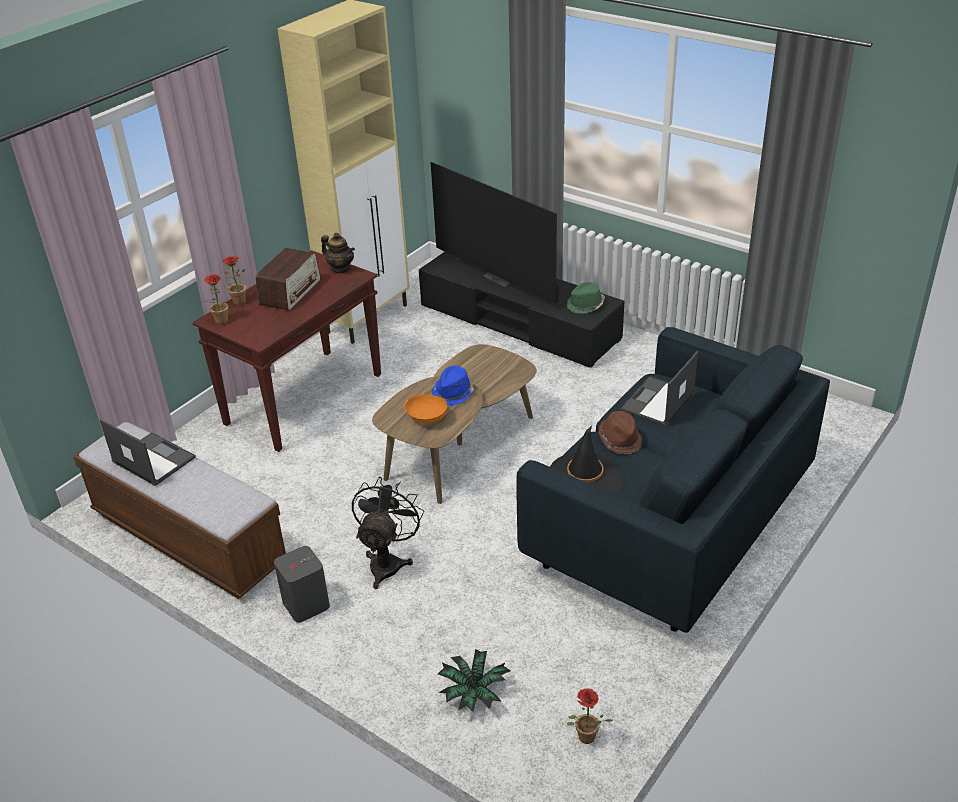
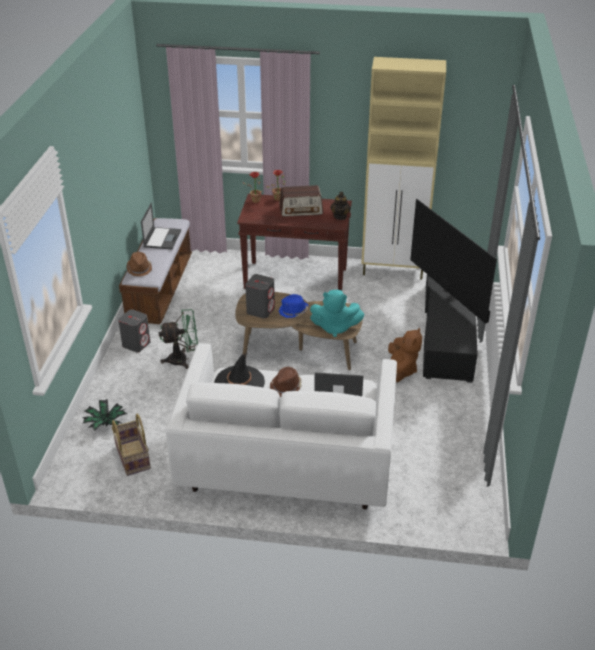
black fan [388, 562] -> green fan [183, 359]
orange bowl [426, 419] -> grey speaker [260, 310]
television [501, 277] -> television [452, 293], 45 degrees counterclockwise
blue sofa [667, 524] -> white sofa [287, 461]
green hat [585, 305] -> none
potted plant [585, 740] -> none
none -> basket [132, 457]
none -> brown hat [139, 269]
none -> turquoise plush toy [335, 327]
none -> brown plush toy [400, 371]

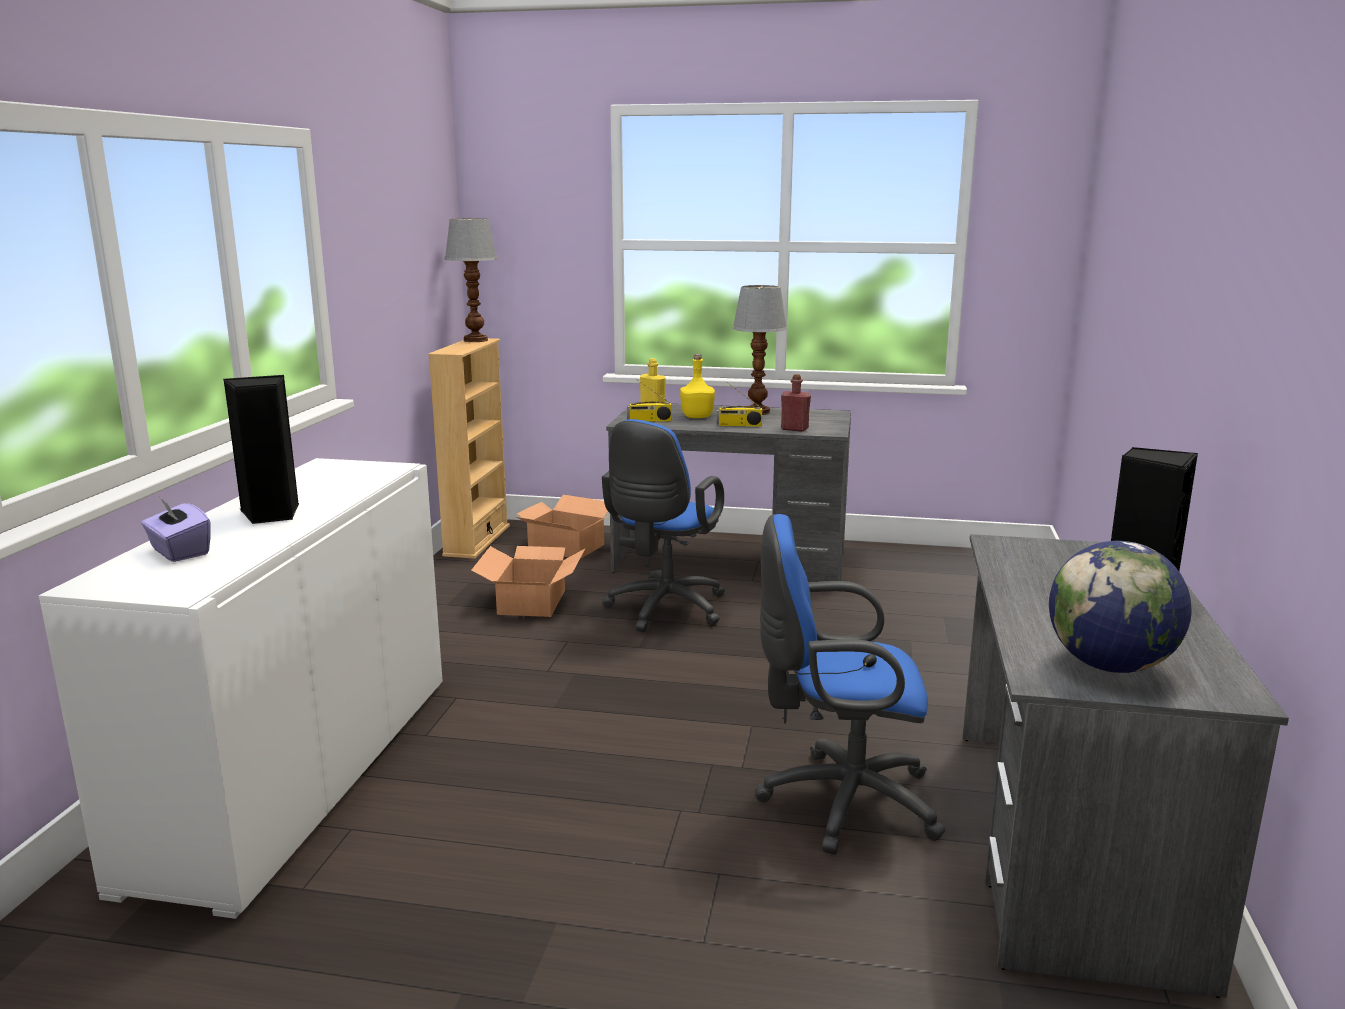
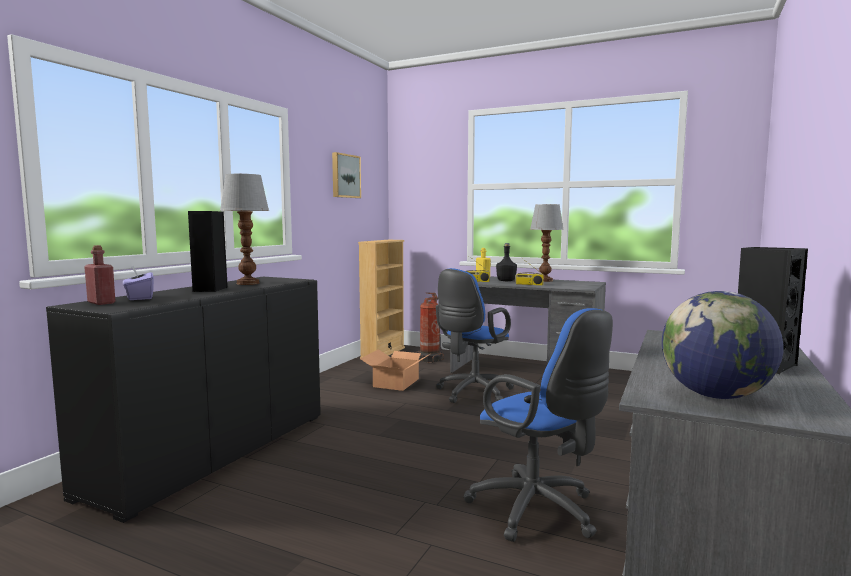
white cabinet [300, 775] -> black cabinet [214, 452]
table lamp [476, 340] -> table lamp [248, 283], move
cardboard box [566, 548] -> fire extinguisher [431, 359]
yellow bottle [697, 417] -> black bottle [506, 281]
blue office chair [840, 802] -> blue office chair [539, 512], 150 degrees counterclockwise
red bottle [794, 429] -> red bottle [101, 303], move
none -> picture [345, 176]

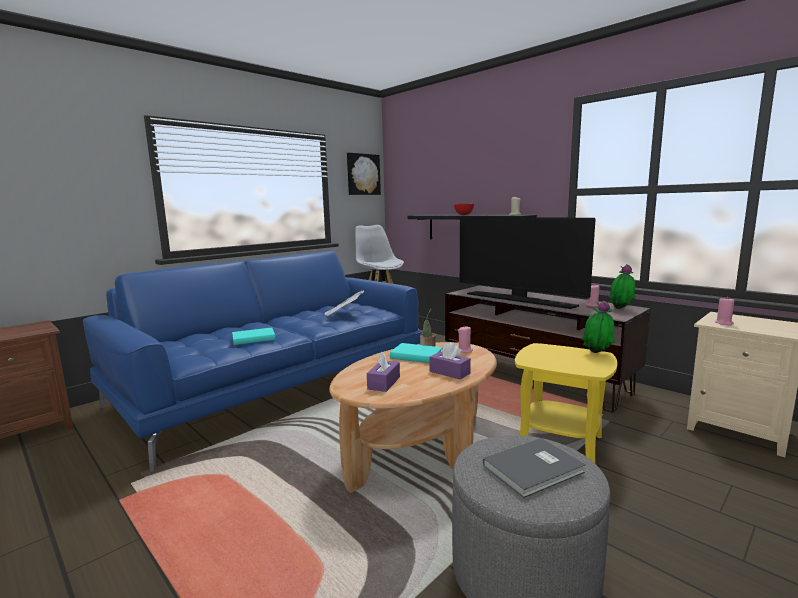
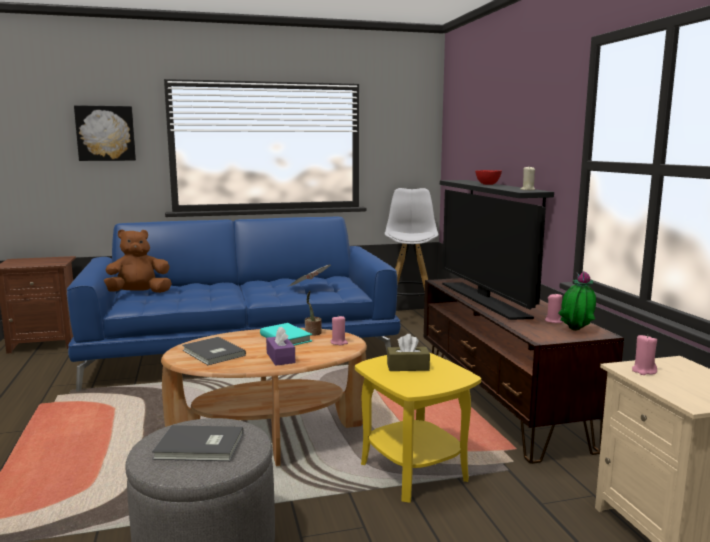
turquoise book [254, 339] -> none
picture [362, 174] -> picture [106, 133], move
purple tissue box [384, 383] -> grey book [212, 353]
potted plant [597, 354] -> none
none -> brown plush toy [138, 294]
none -> brown tissue box [408, 367]

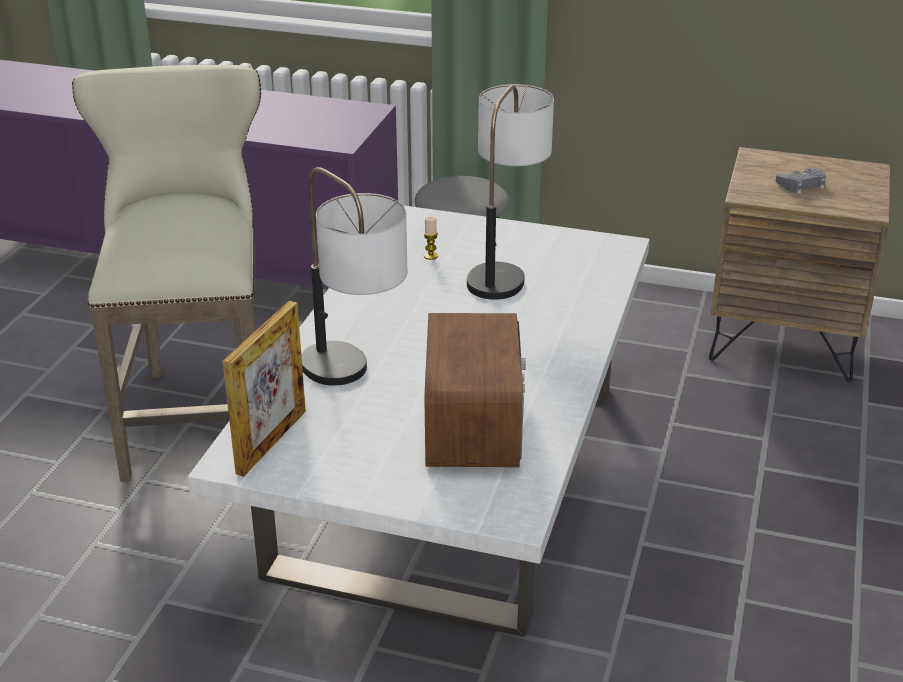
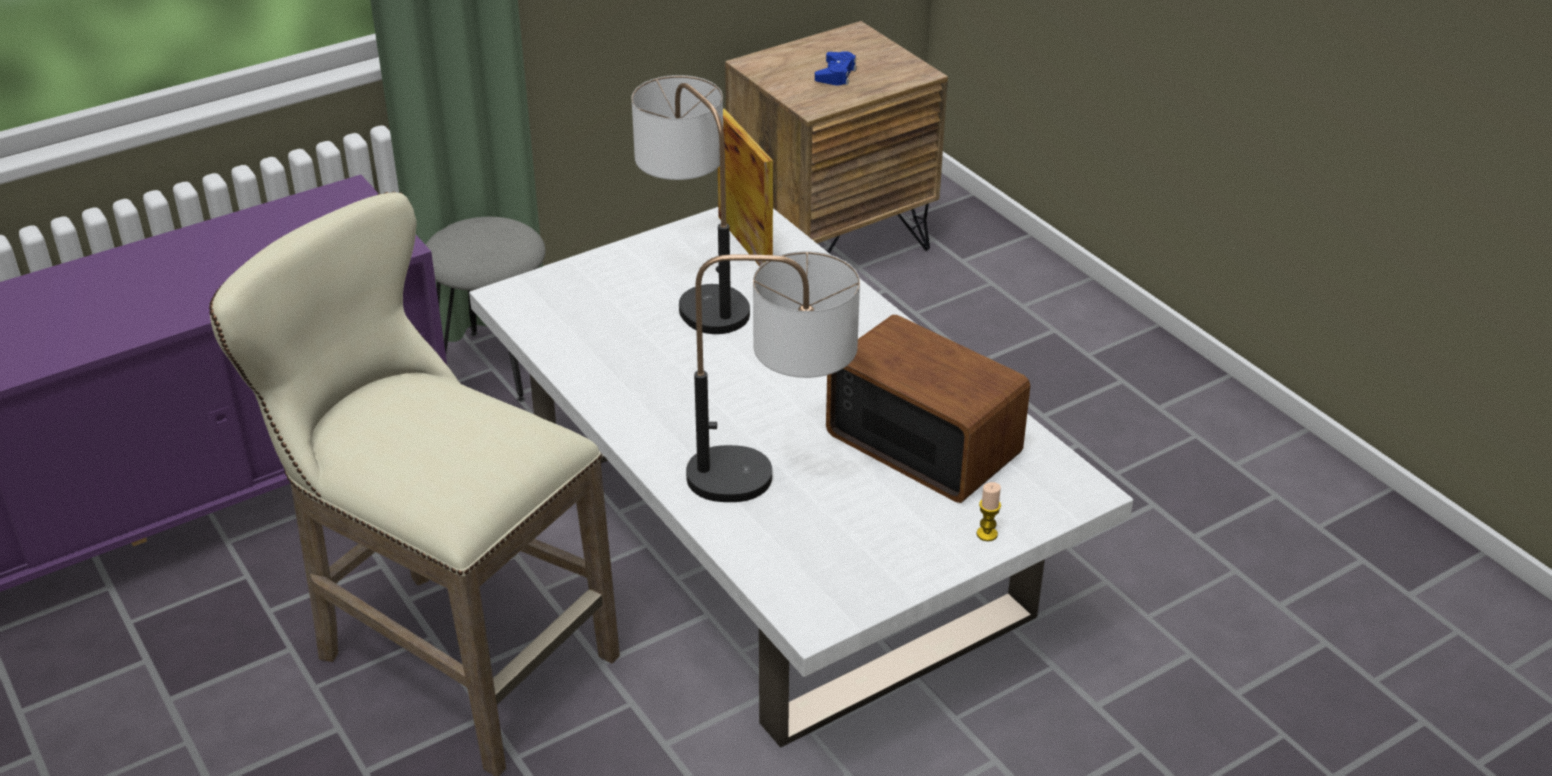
picture frame [271, 441] -> picture frame [745, 243], move
candle [431, 256] -> candle [987, 534], move
grey game controller [801, 185] -> blue game controller [836, 74]

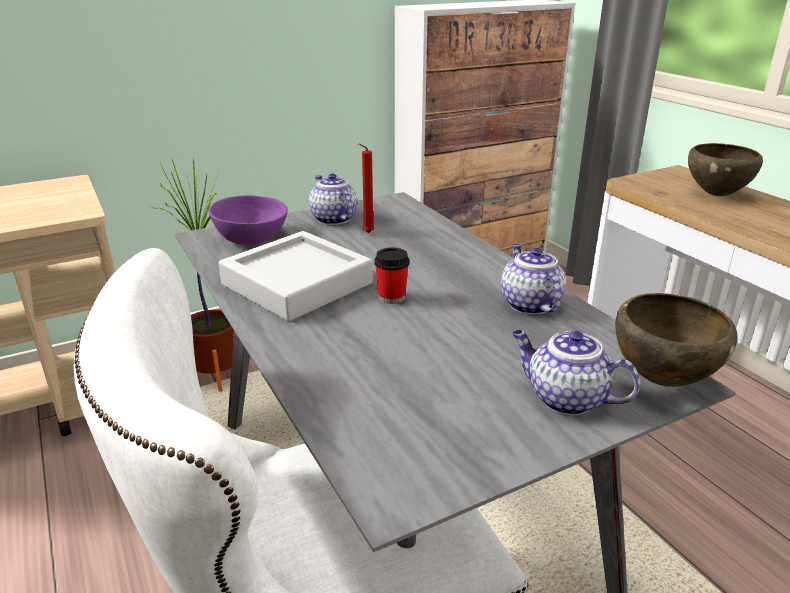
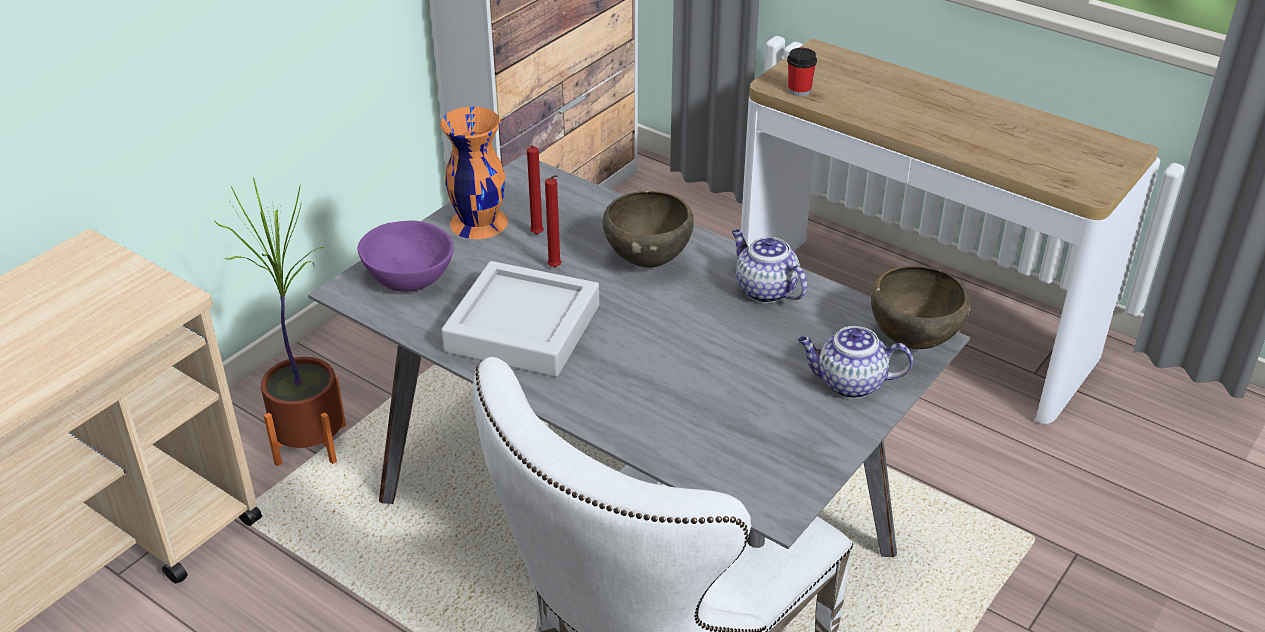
teapot [332, 219] -> orange vase [477, 222]
cup [392, 297] -> cup [799, 90], move
brown bowl [716, 195] -> brown bowl [648, 261], move
none -> red candle [556, 268]

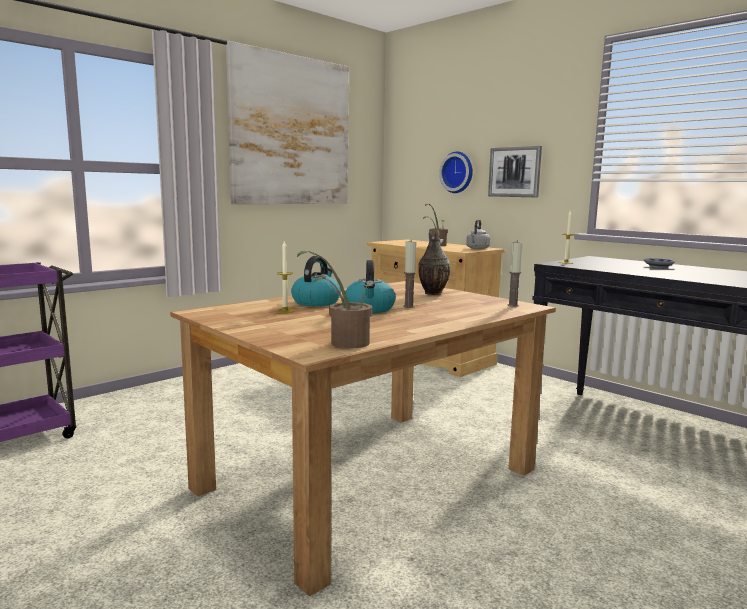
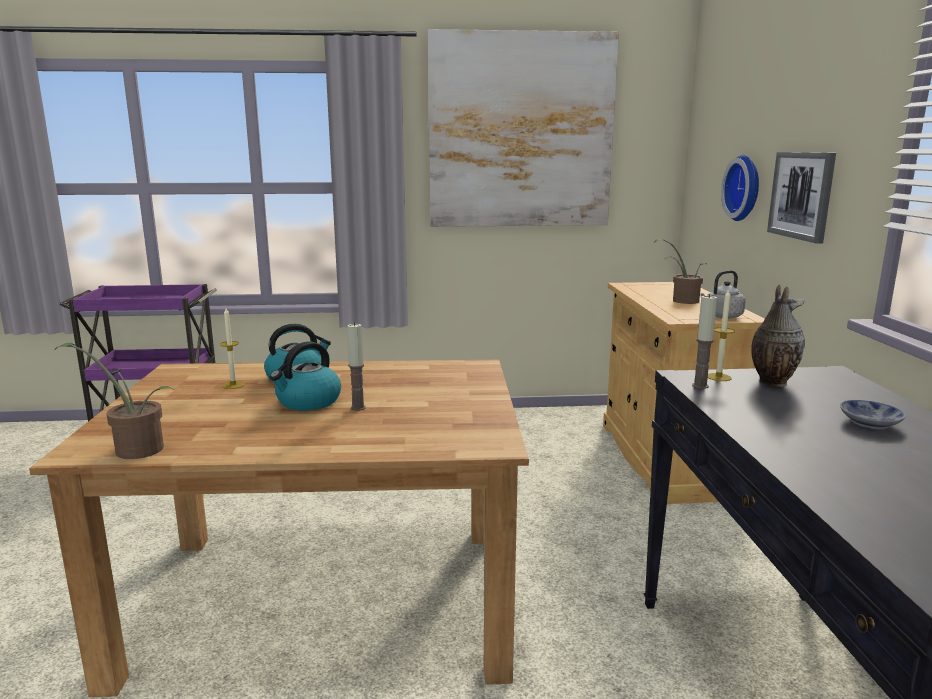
vase [431, 293] -> vase [771, 382], move
candle [513, 305] -> candle [700, 386], move

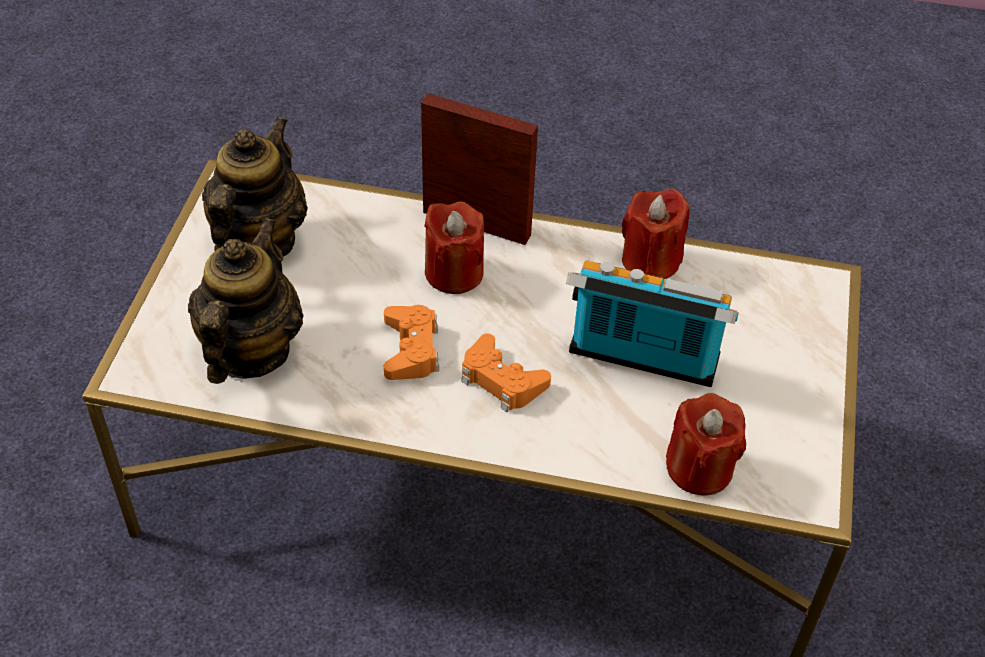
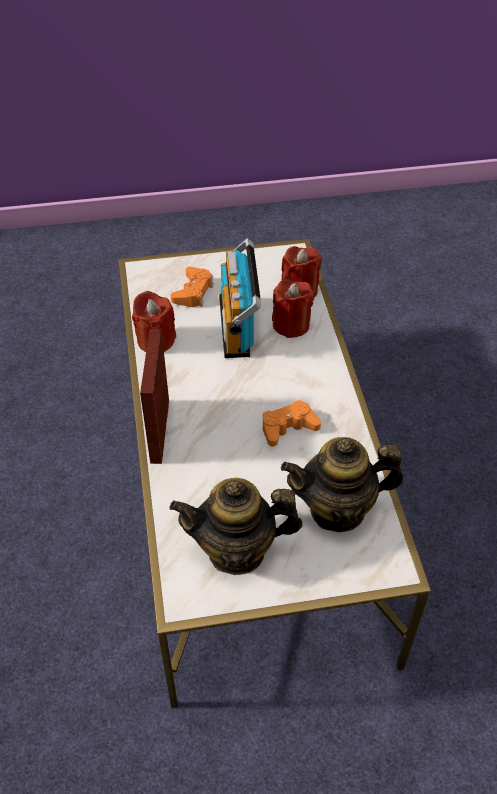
red candle [454, 273] -> red candle [291, 325], move
orange game controller [501, 380] -> orange game controller [193, 292], move

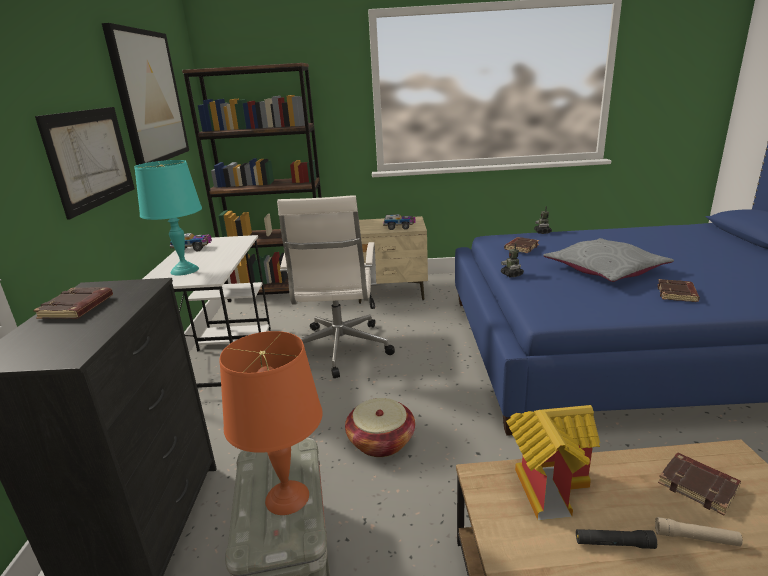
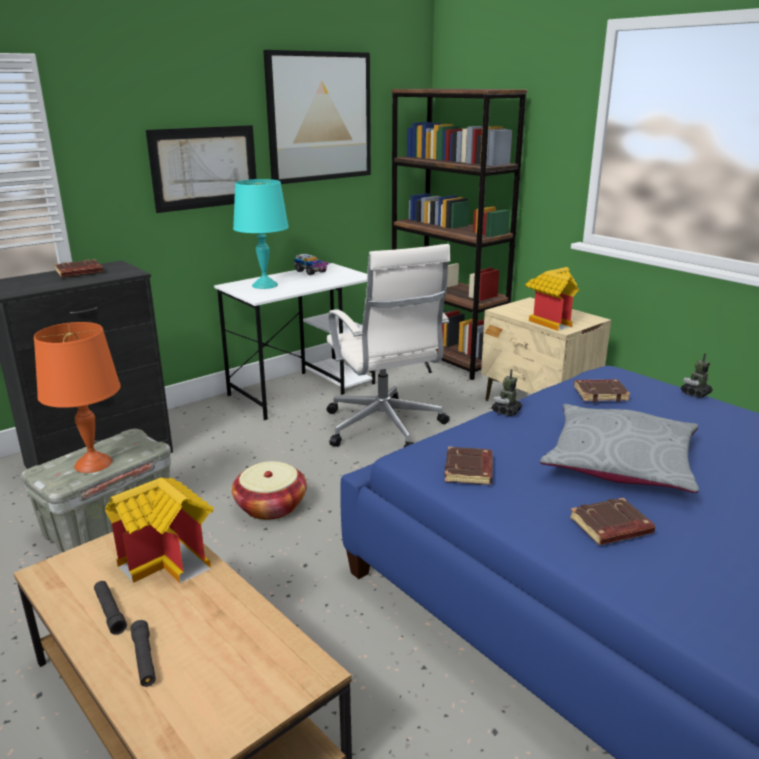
white office chair [339, 350] -> white office chair [384, 428], 75 degrees counterclockwise
toy truck [399, 227] -> toy house [549, 321]
beige flashlight [696, 538] -> black flashlight [144, 659]
brown book [699, 486] -> brown book [469, 471], move

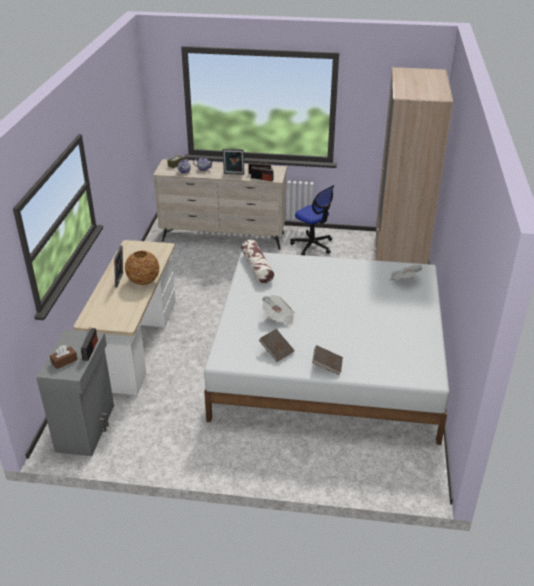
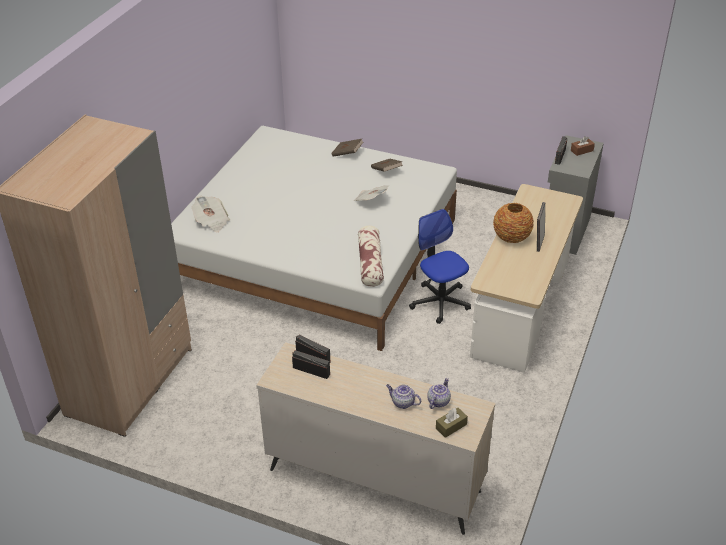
picture frame [233, 174] -> none
office chair [312, 245] -> office chair [440, 302], move

